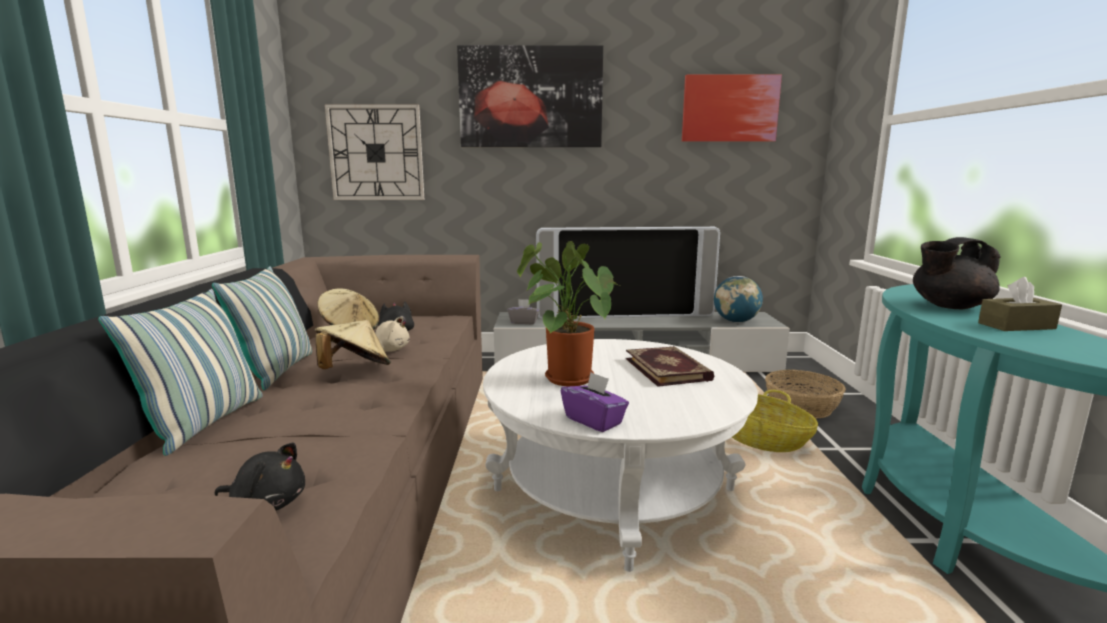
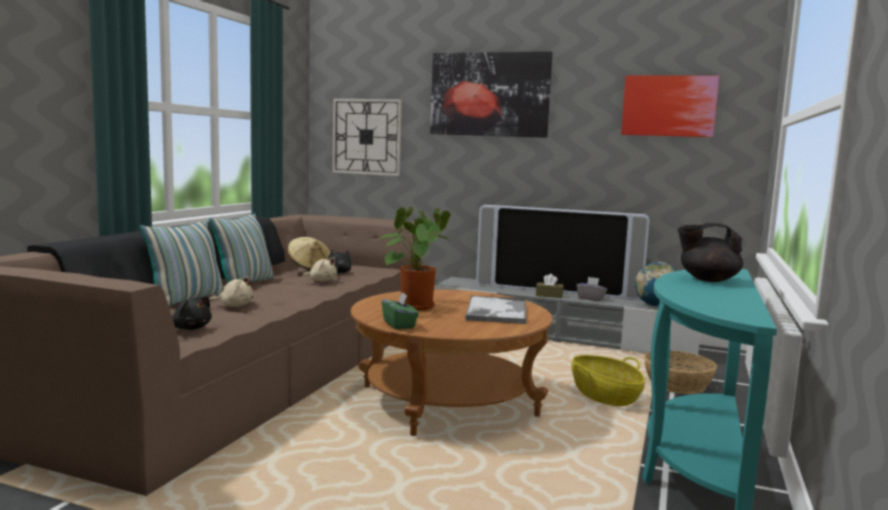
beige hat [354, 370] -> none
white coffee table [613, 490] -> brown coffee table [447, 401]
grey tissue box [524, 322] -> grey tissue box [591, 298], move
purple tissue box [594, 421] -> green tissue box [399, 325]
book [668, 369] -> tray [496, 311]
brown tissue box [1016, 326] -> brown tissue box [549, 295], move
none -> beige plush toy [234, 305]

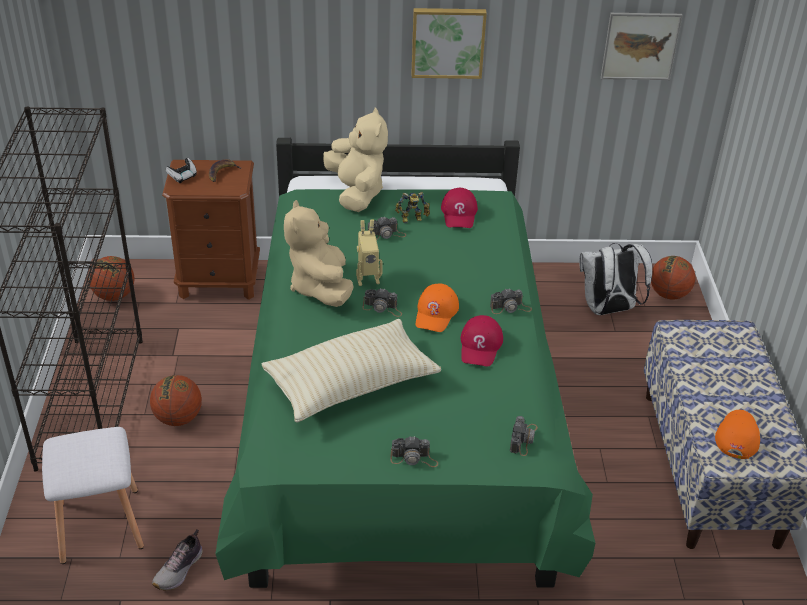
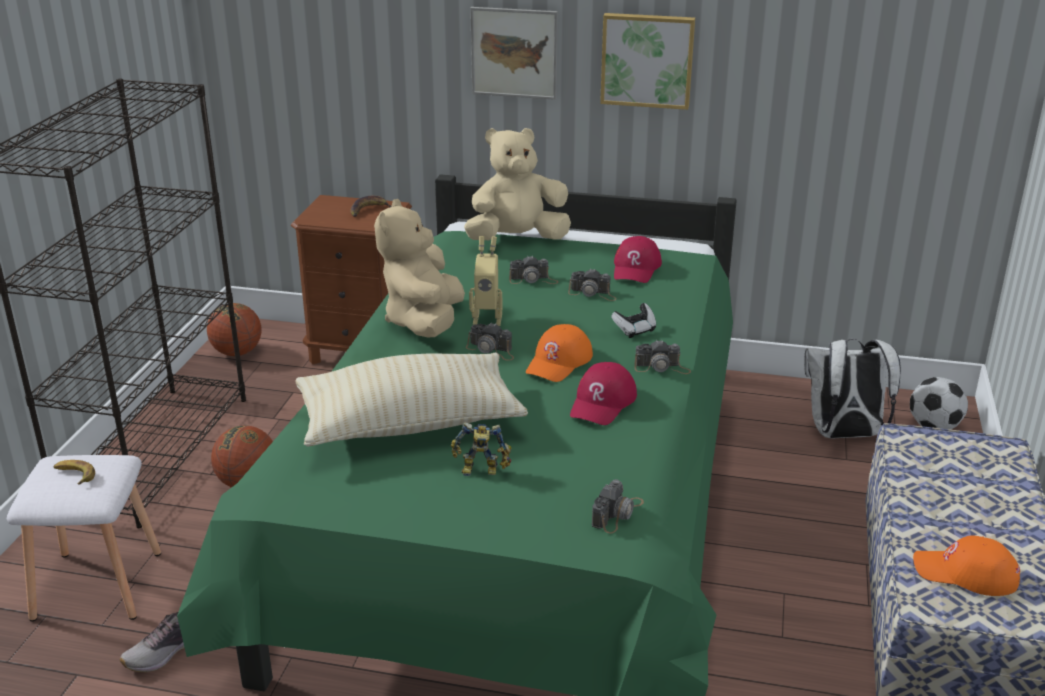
game controller [183, 177] -> game controller [634, 330], move
beige plush toy [356, 193] -> beige plush toy [517, 239], 105 degrees counterclockwise
photo camera [414, 458] -> photo camera [592, 293], move
toy robot [412, 219] -> toy robot [481, 471], move
picture [640, 46] -> picture [514, 53], move
basketball [668, 294] -> football [933, 427]
orange cap [737, 435] -> orange cap [965, 573], 105 degrees counterclockwise
none -> banana [74, 475]

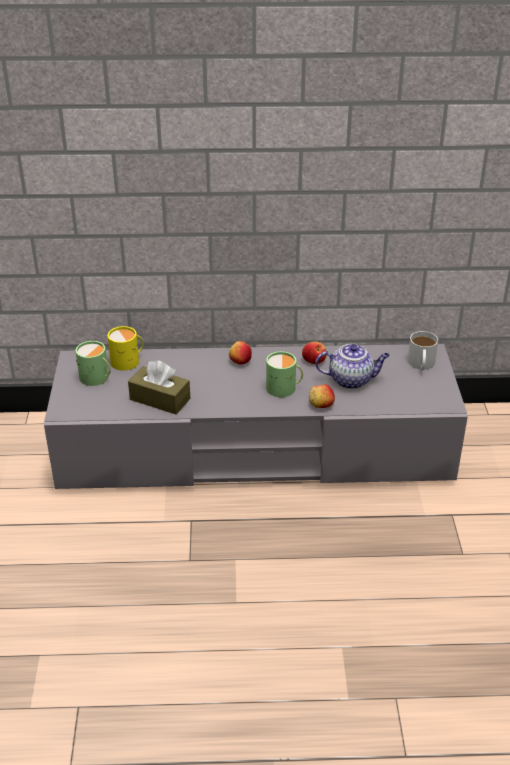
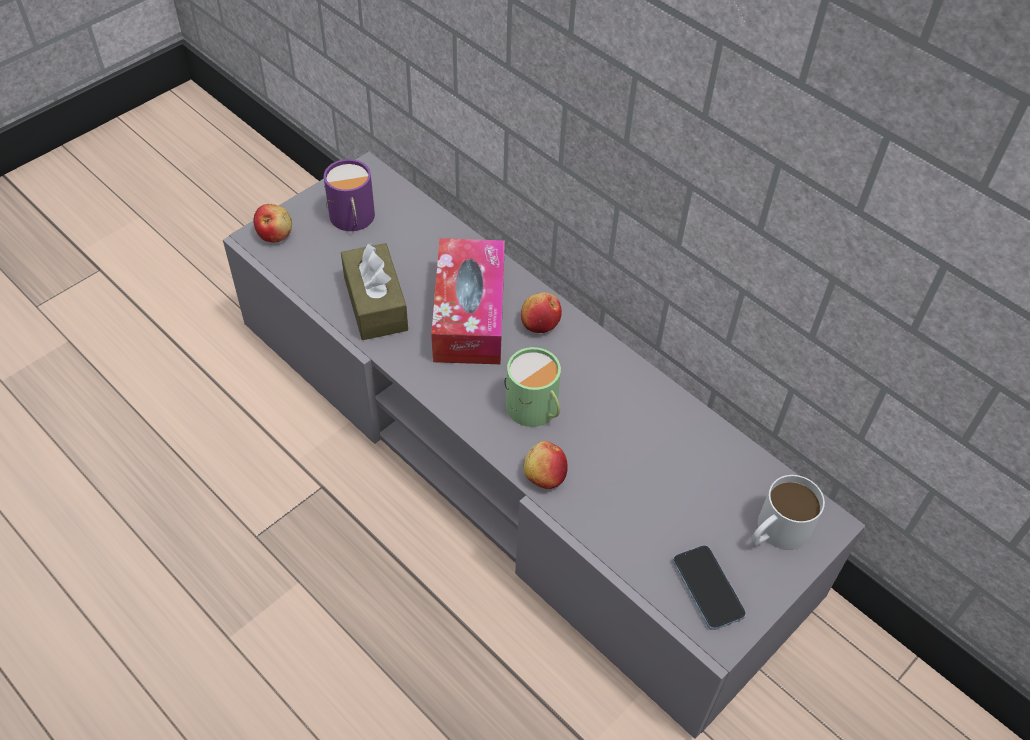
green mug [96, 378] -> purple mug [352, 219]
yellow mug [128, 361] -> none
apple [314, 360] -> apple [275, 234], move
teapot [351, 380] -> none
none -> tissue box [469, 314]
none -> phone [708, 588]

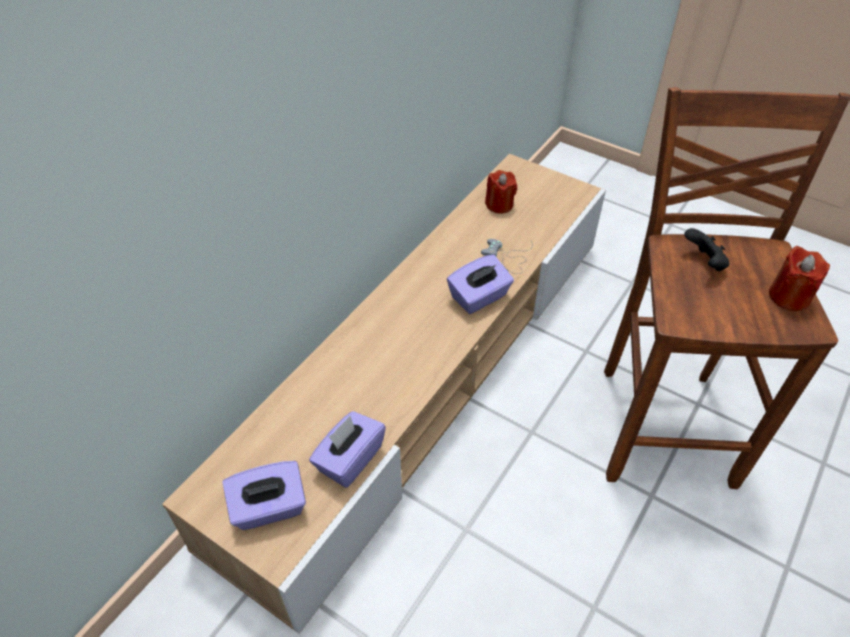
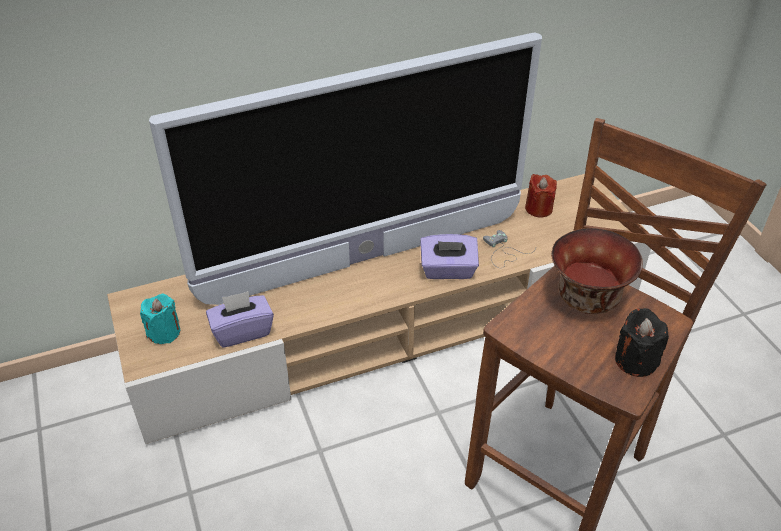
purple tissue box [269, 508] -> turquoise candle [164, 332]
black game controller [704, 262] -> bowl [588, 299]
red candle [789, 297] -> black candle [635, 360]
none -> television [364, 259]

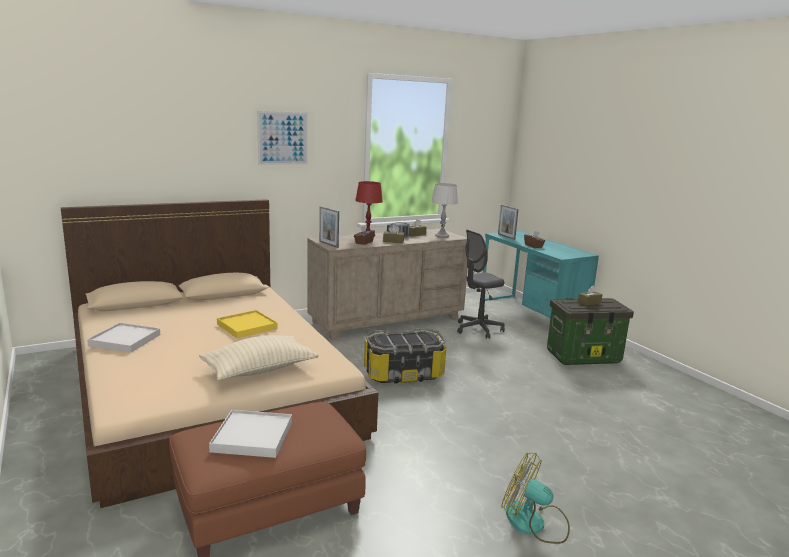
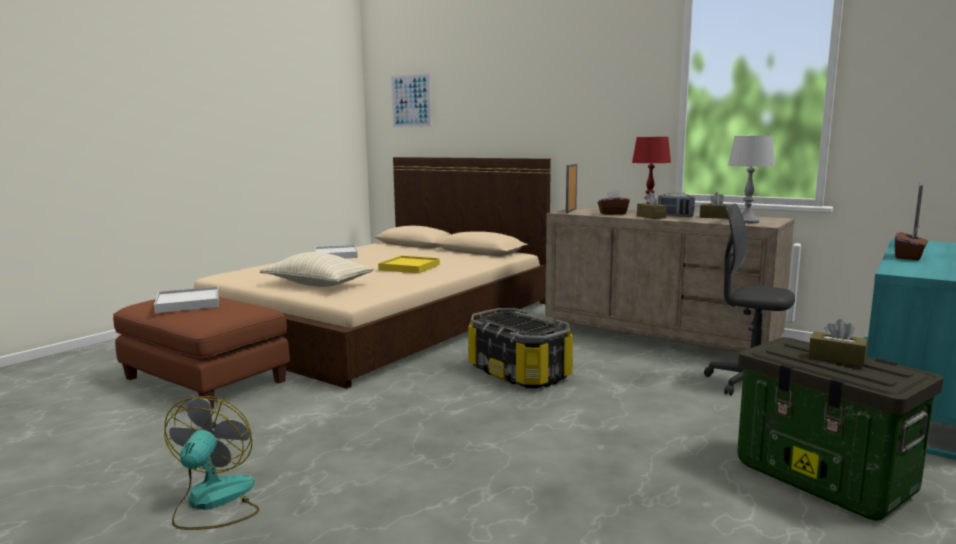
picture [283, 138] -> picture [411, 101], move

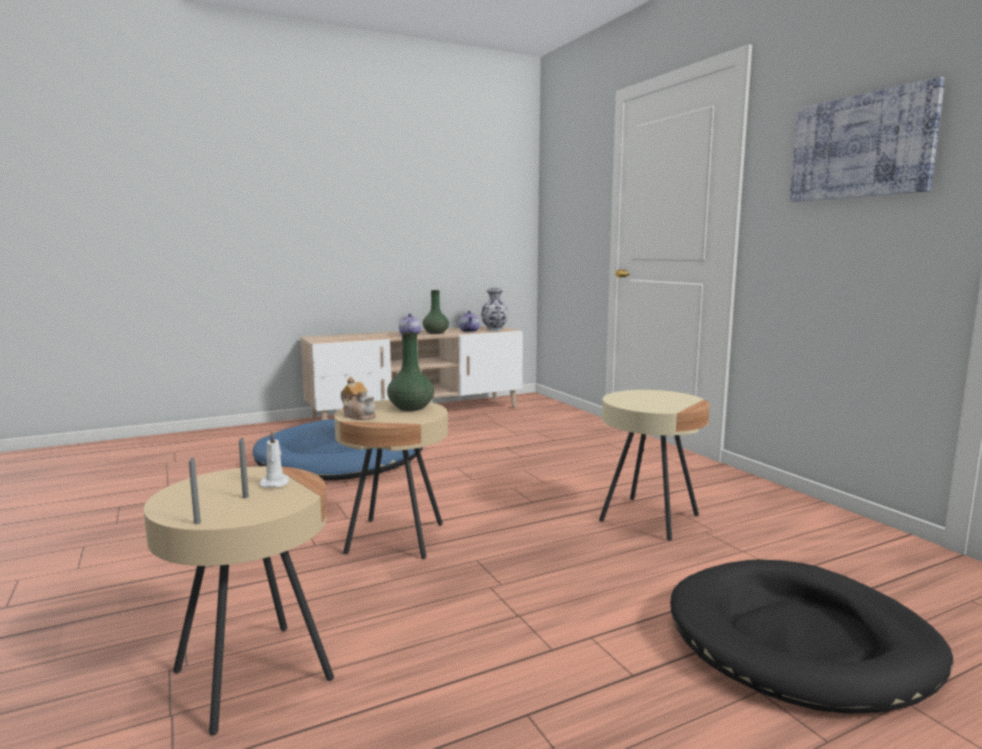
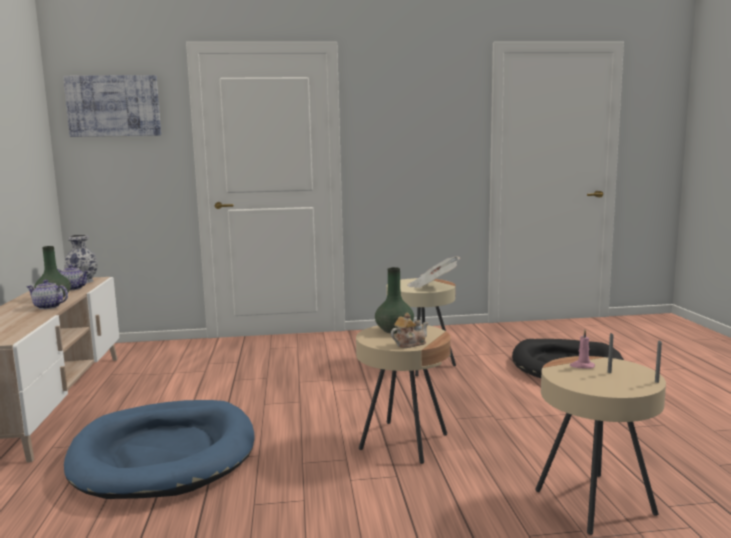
white candle [275, 483] -> pink candle [582, 366]
picture [861, 146] -> picture [113, 106], move
none -> newspaper [433, 286]

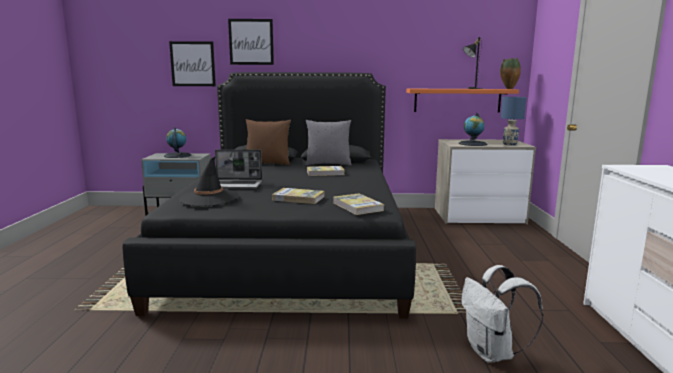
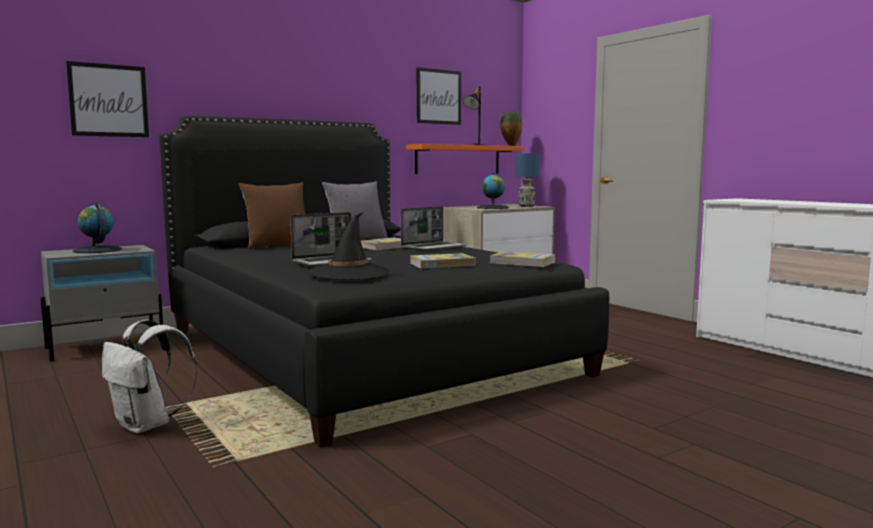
picture [251, 42] -> picture [438, 96], move
white backpack [492, 353] -> white backpack [147, 425], move
none -> laptop [434, 247]

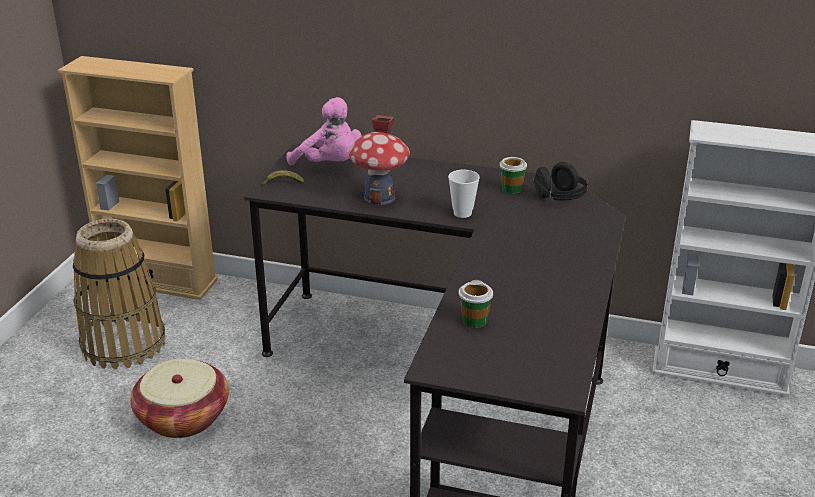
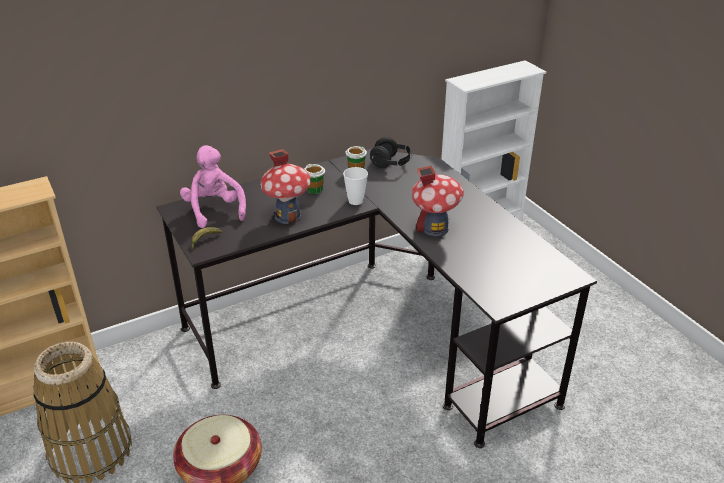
pink plush toy [330, 165] -> pink plush toy [214, 210], 105 degrees counterclockwise
cup [474, 320] -> cup [314, 189], move
none -> toy house [434, 228]

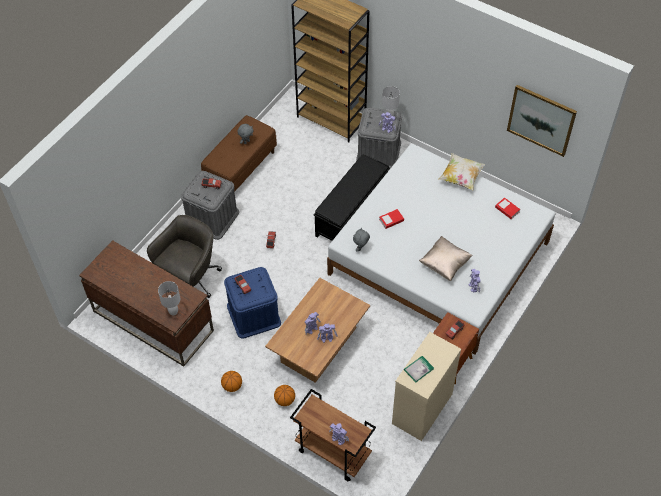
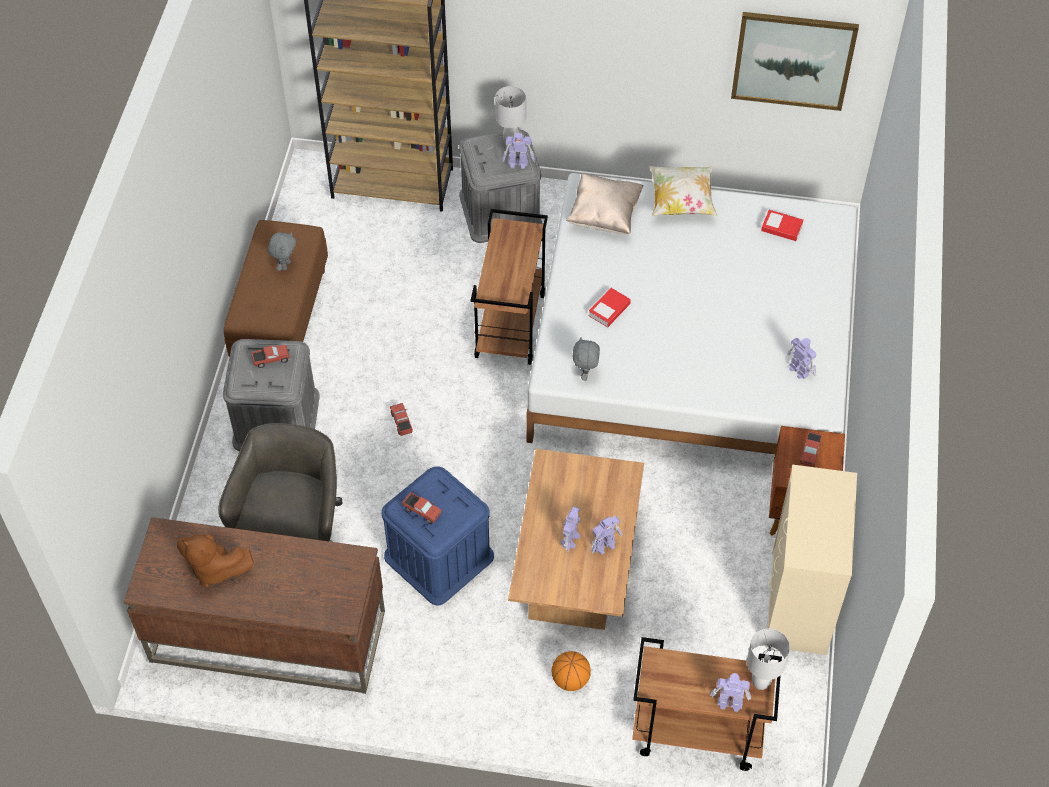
white table lamp [173, 311] -> white table lamp [761, 682], move
basketball [232, 386] -> none
black bench [351, 213] -> brown cart [511, 327]
book [418, 369] -> none
beige pillow [444, 264] -> beige pillow [604, 216], move
none -> brown plush toy [214, 568]

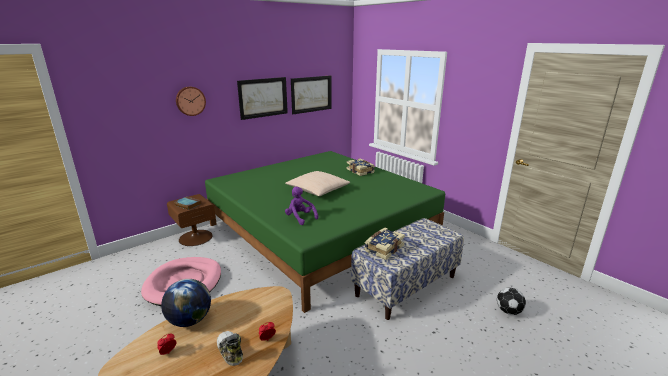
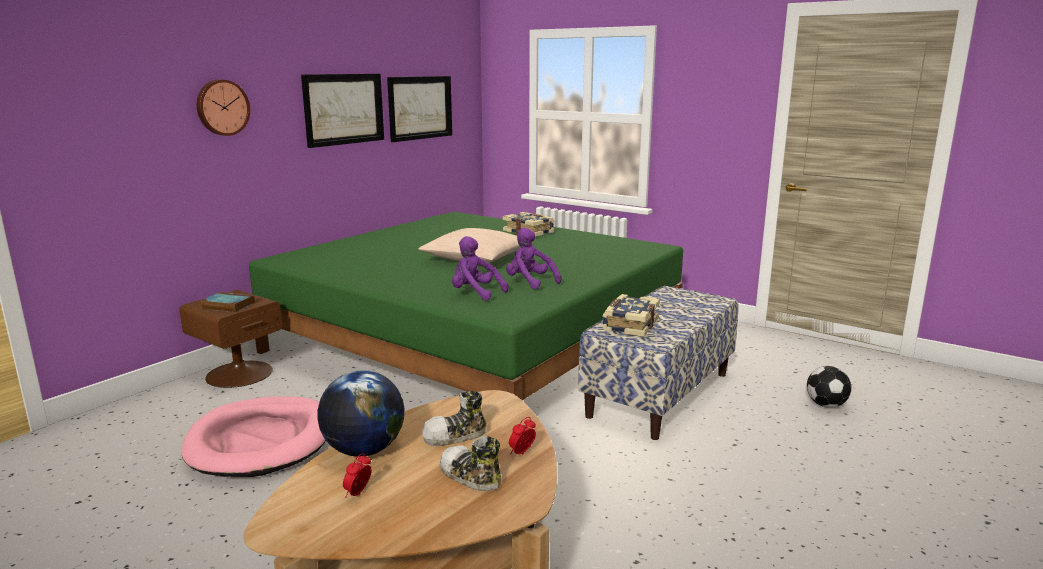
none -> shoe [455, 436]
none -> purple plush toy [530, 282]

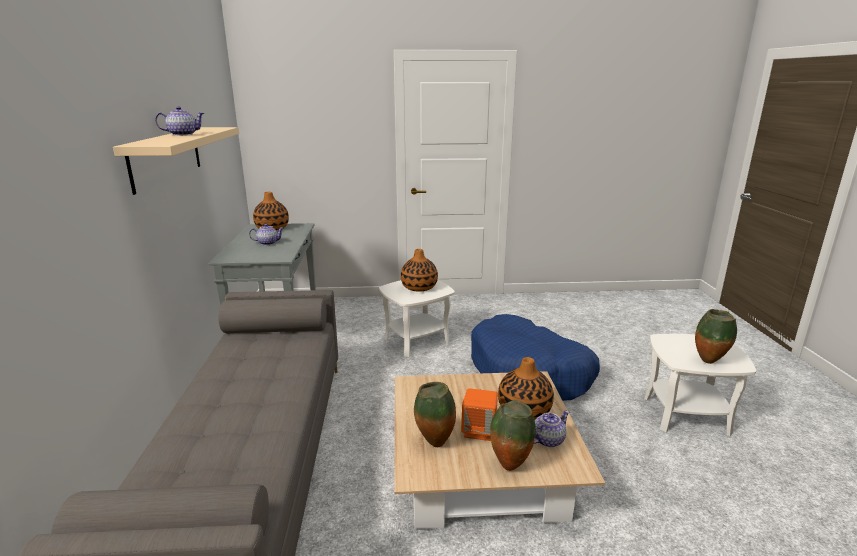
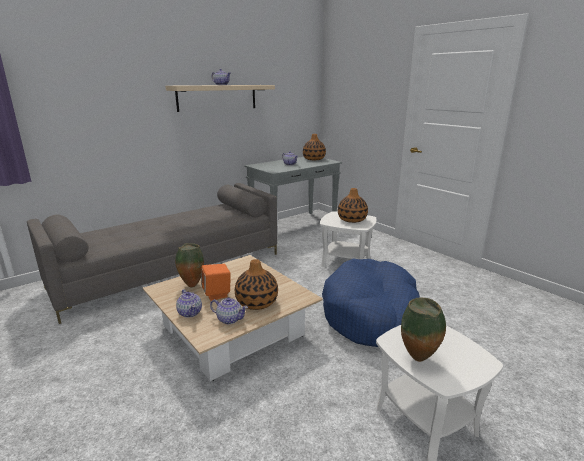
vase [509, 465] -> teapot [190, 312]

